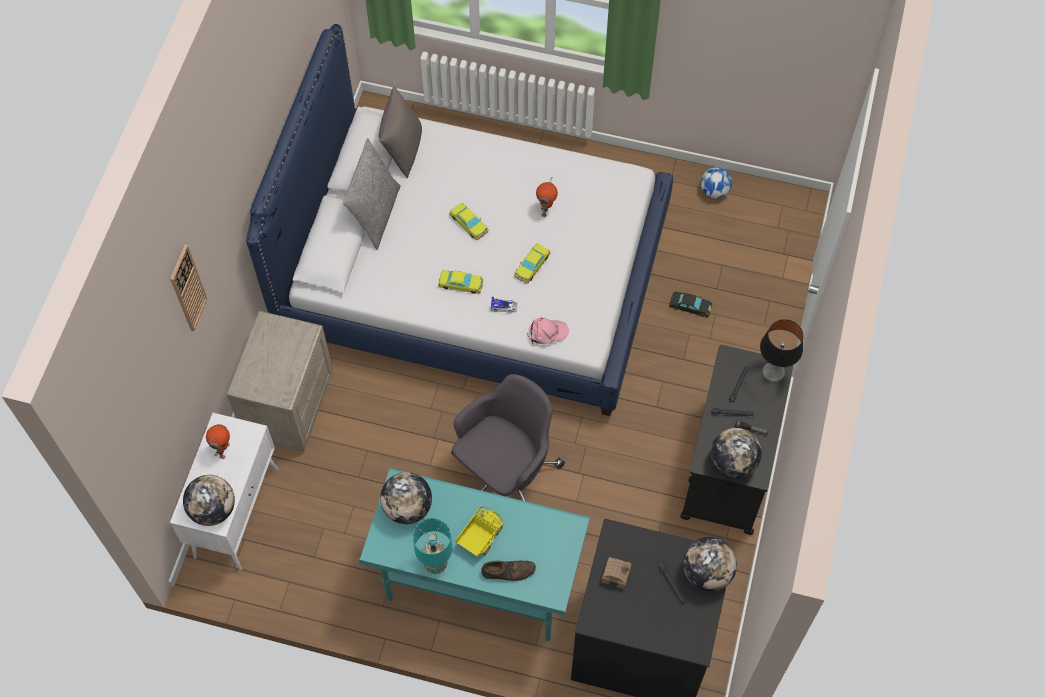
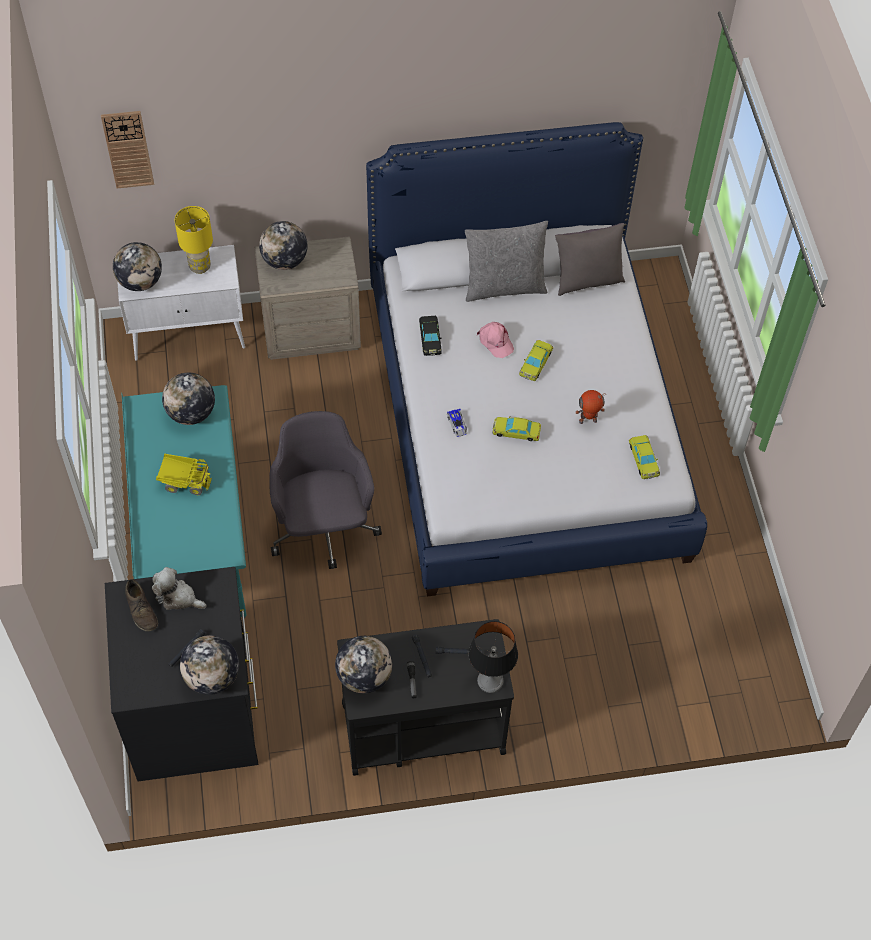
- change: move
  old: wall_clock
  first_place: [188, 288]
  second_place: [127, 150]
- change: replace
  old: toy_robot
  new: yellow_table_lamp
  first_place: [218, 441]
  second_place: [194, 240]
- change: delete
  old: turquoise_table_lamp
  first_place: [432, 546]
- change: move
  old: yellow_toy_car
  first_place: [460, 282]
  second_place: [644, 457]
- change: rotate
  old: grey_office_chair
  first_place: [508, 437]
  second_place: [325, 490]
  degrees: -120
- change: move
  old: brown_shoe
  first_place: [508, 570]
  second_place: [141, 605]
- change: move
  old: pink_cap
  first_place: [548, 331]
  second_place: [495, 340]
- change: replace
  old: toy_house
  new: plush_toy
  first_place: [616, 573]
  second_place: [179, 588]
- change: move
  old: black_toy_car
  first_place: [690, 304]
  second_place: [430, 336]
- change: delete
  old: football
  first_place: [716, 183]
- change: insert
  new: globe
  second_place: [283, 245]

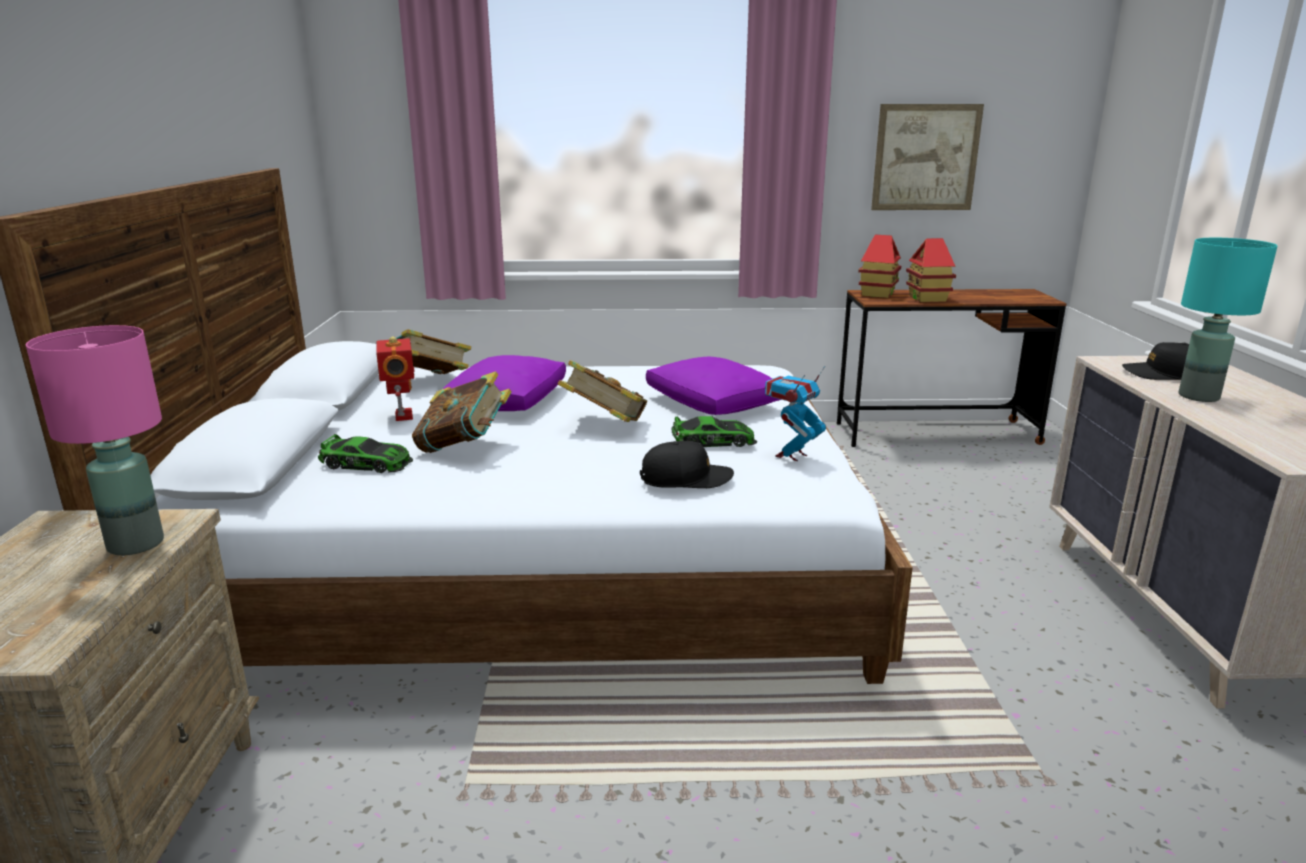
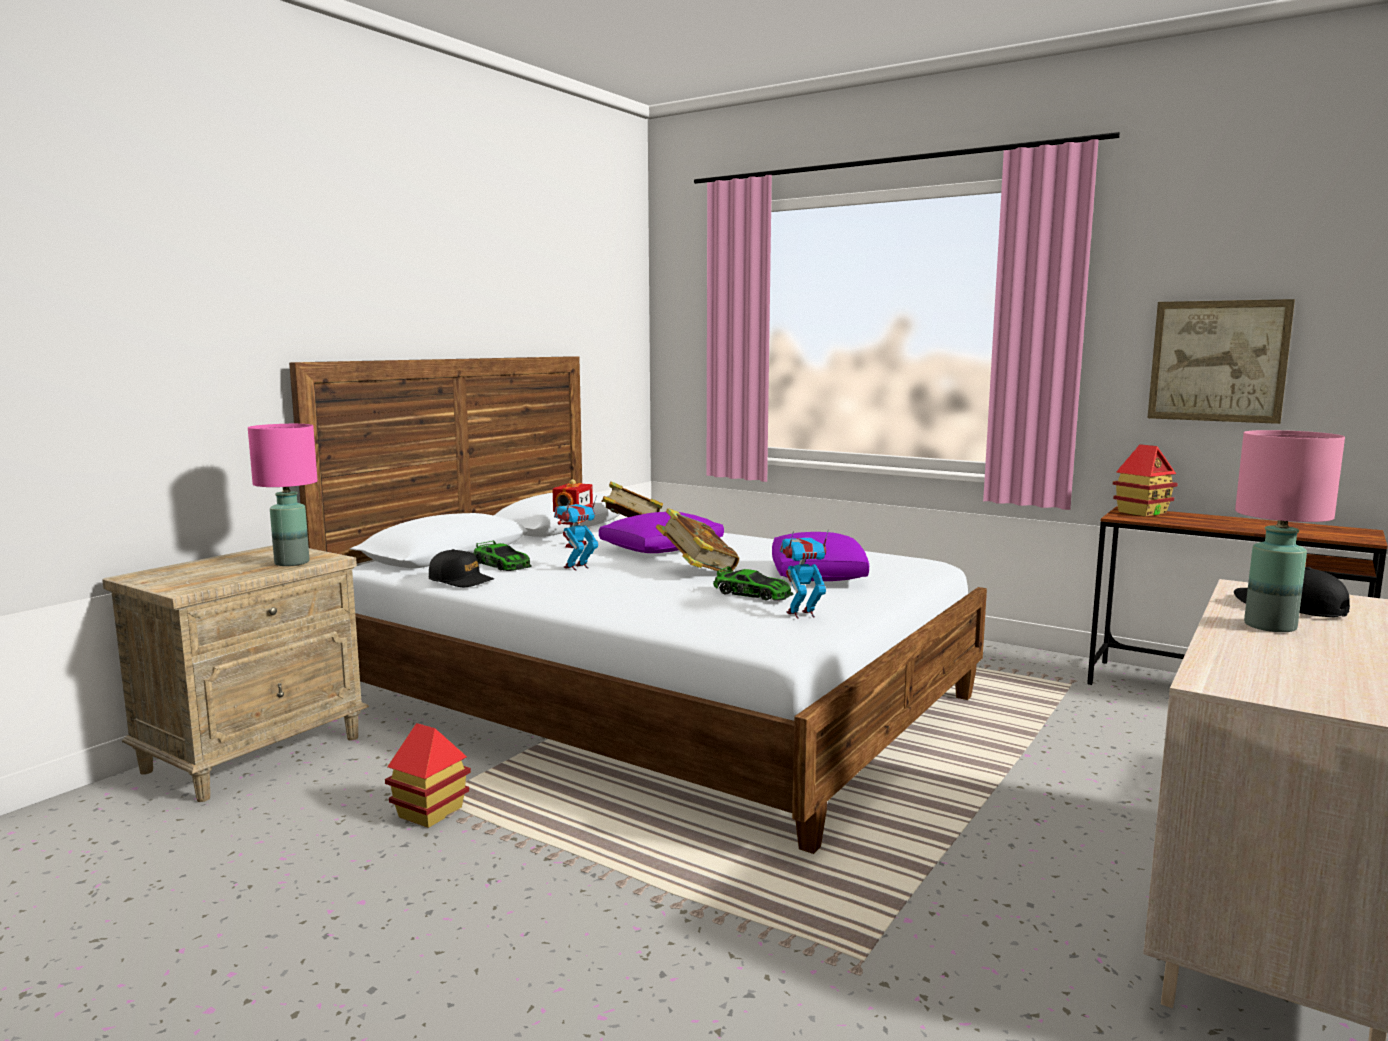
- change: replace
  old: book
  new: toy_robot
  first_place: [462, 412]
  second_place: [576, 533]
- change: move
  old: black_cap
  first_place: [687, 464]
  second_place: [461, 568]
- change: move
  old: toy_house
  first_place: [931, 270]
  second_place: [428, 775]
- change: recolor
  old: turquoise_table_lamp
  new: pink_table_lamp
  first_place: [1228, 320]
  second_place: [1290, 531]

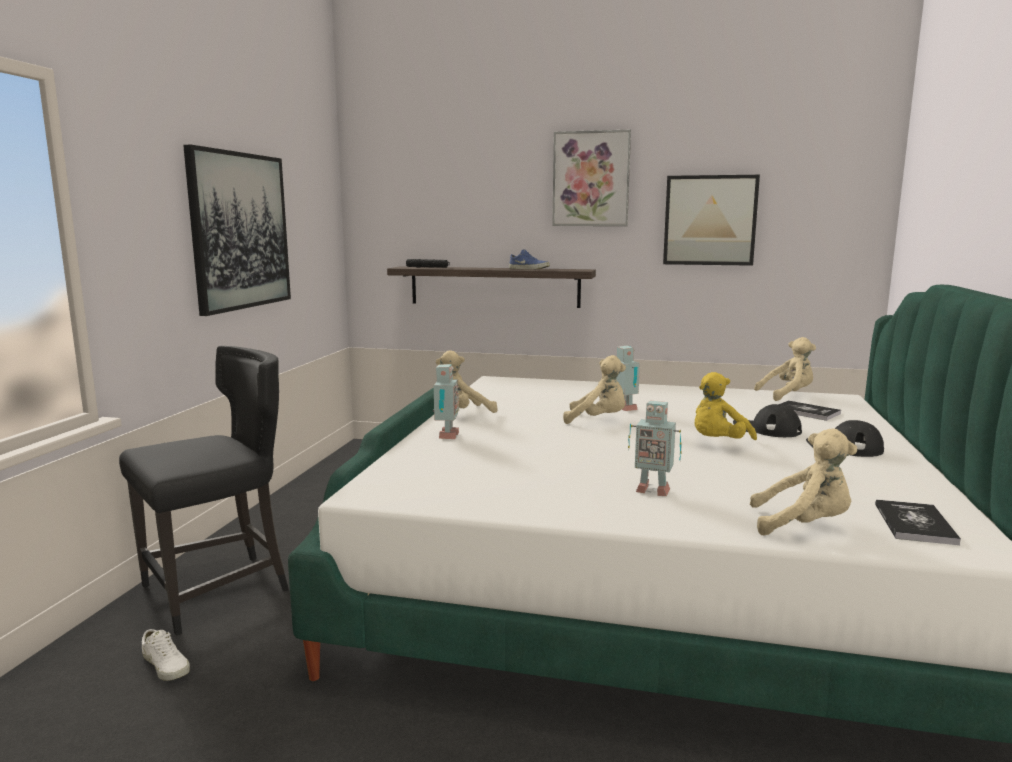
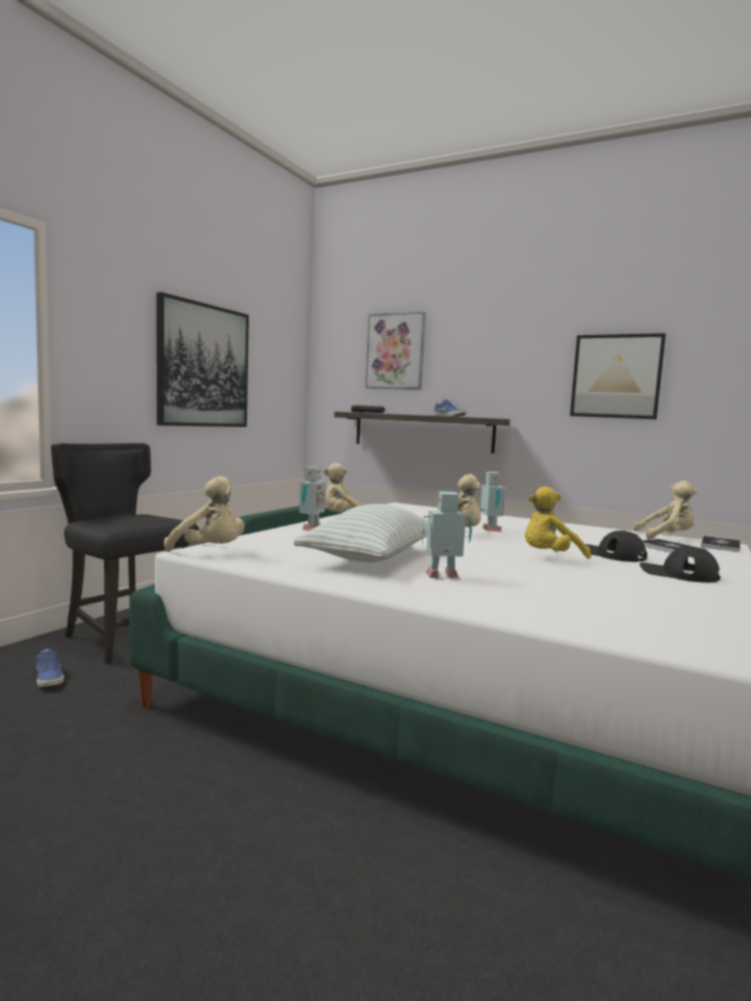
- change: rotate
  old: black_chair
  first_place: [204, 491]
  second_place: [125, 553]
  degrees: -120
- change: recolor
  old: white_shoe
  new: blue_shoe
  first_place: [166, 655]
  second_place: [50, 668]
- change: move
  old: picture
  first_place: [591, 177]
  second_place: [395, 351]
- change: rotate
  old: toy_robot
  first_place: [655, 448]
  second_place: [447, 534]
  degrees: 135
- change: move
  old: beige_plush_toy
  first_place: [803, 482]
  second_place: [204, 514]
- change: move
  old: book
  first_place: [918, 522]
  second_place: [720, 544]
- change: insert
  new: pillow
  second_place: [361, 533]

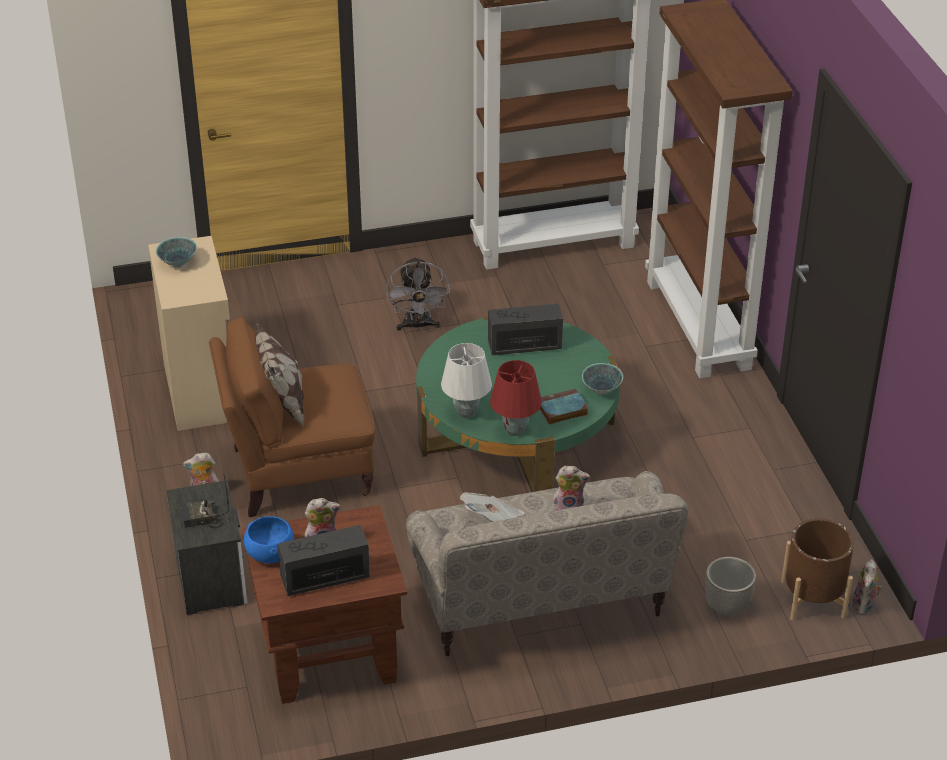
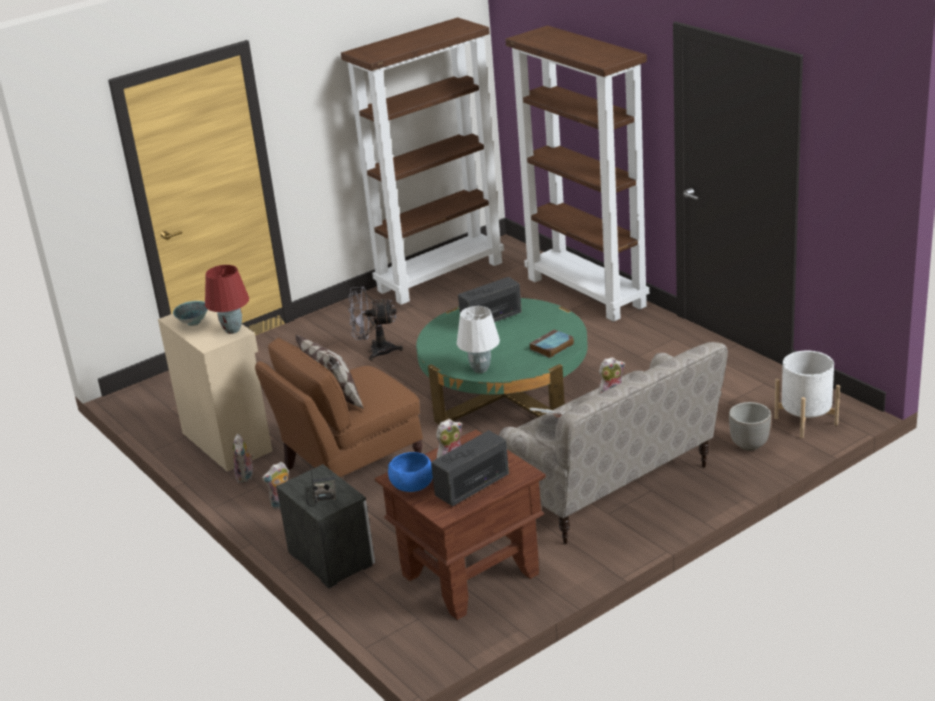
- change: rotate
  old: radio
  first_place: [205, 502]
  second_place: [321, 485]
  degrees: 120
- change: rotate
  old: grey_fan
  first_place: [418, 293]
  second_place: [375, 324]
  degrees: 120
- change: move
  old: red_table_lamp
  first_place: [516, 398]
  second_place: [227, 299]
- change: delete
  old: bowl
  first_place: [602, 379]
- change: recolor
  old: brown_planter
  new: white_planter
  first_place: [817, 569]
  second_place: [807, 394]
- change: move
  old: plush_toy
  first_place: [866, 587]
  second_place: [243, 458]

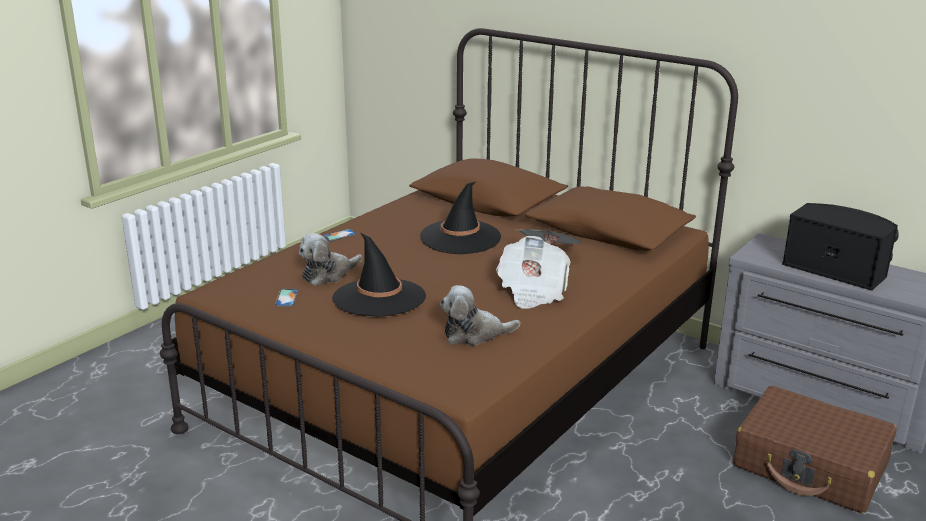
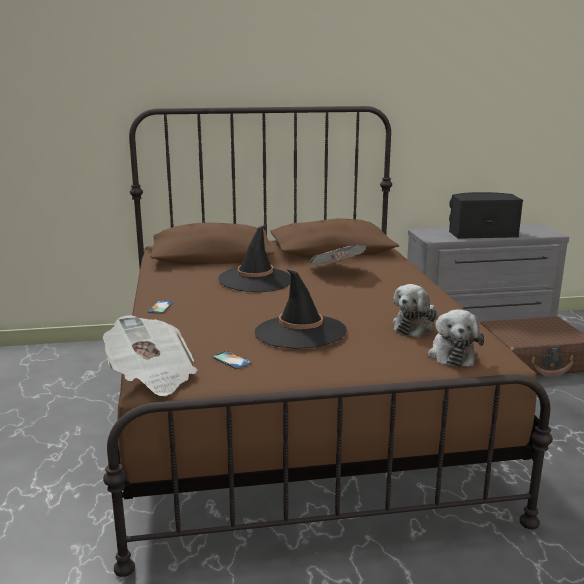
- change: move
  old: plush_toy
  first_place: [330, 259]
  second_place: [456, 338]
- change: move
  old: newspaper
  first_place: [533, 272]
  second_place: [150, 355]

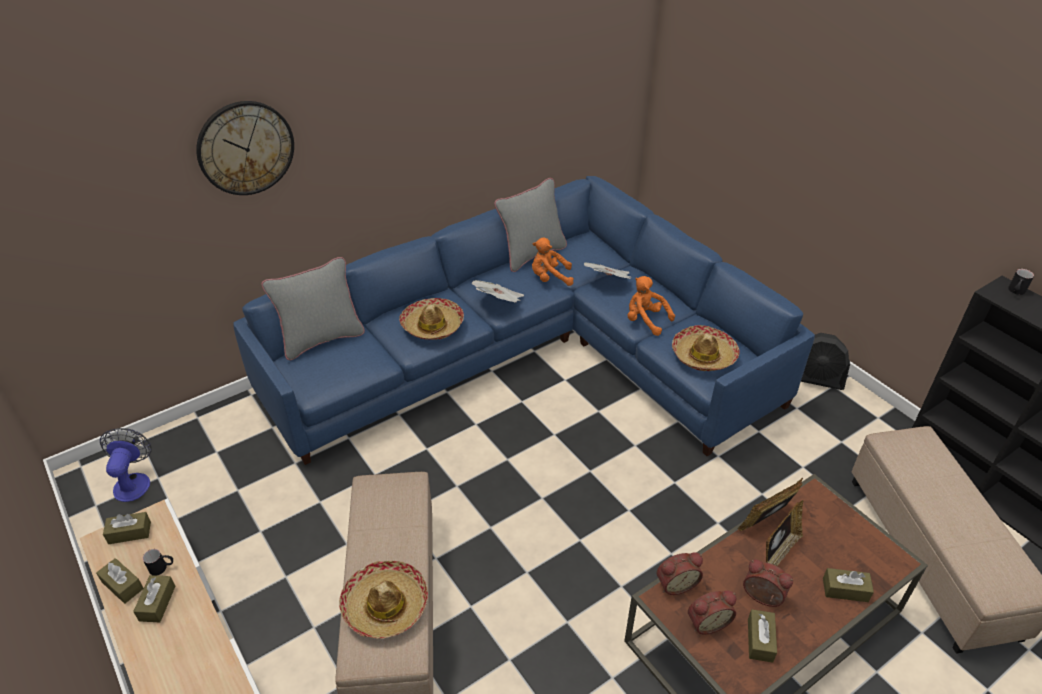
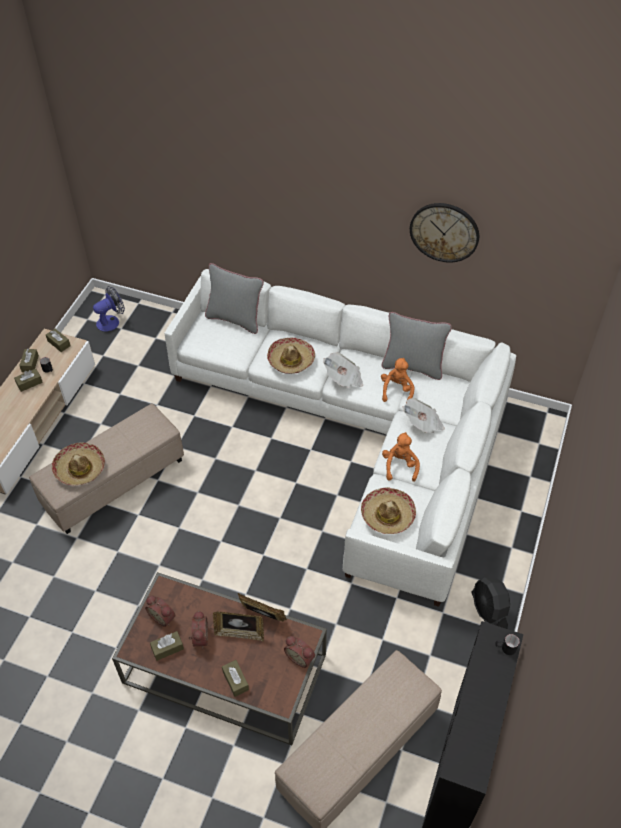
- change: move
  old: wall_clock
  first_place: [245, 148]
  second_place: [444, 232]
- change: recolor
  old: blue_sofa
  new: white_sofa
  first_place: [524, 320]
  second_place: [340, 438]
- change: rotate
  old: orange_plush_toy
  first_place: [553, 262]
  second_place: [397, 380]
  degrees: 45
- change: move
  old: alarm_clock
  first_place: [679, 573]
  second_place: [299, 652]

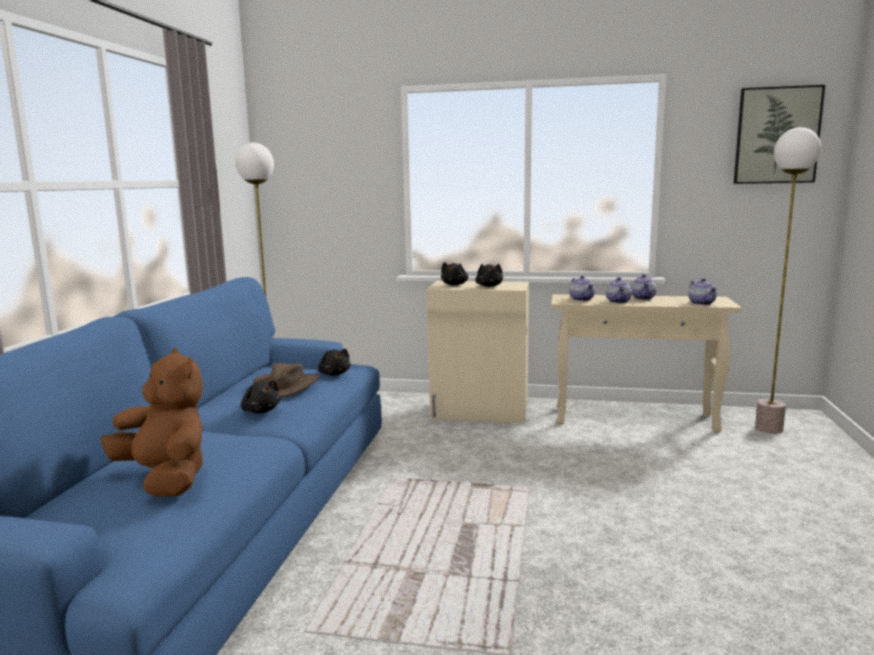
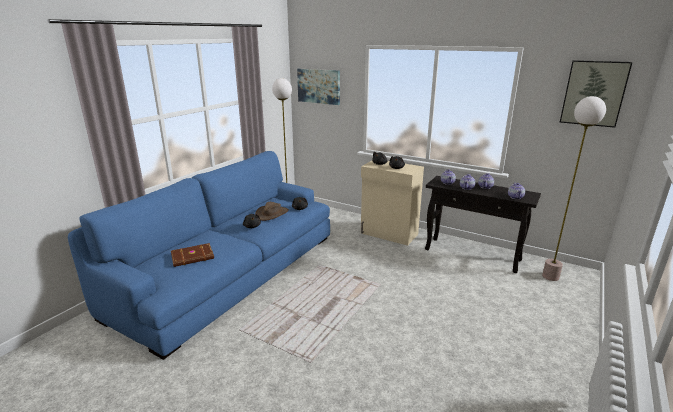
- change: replace
  old: brown_plush_toy
  new: brown_book
  first_place: [152, 422]
  second_place: [192, 255]
- change: recolor
  old: beige_console_table
  new: black_console_table
  first_place: [646, 363]
  second_place: [483, 224]
- change: insert
  new: picture
  second_place: [318, 87]

